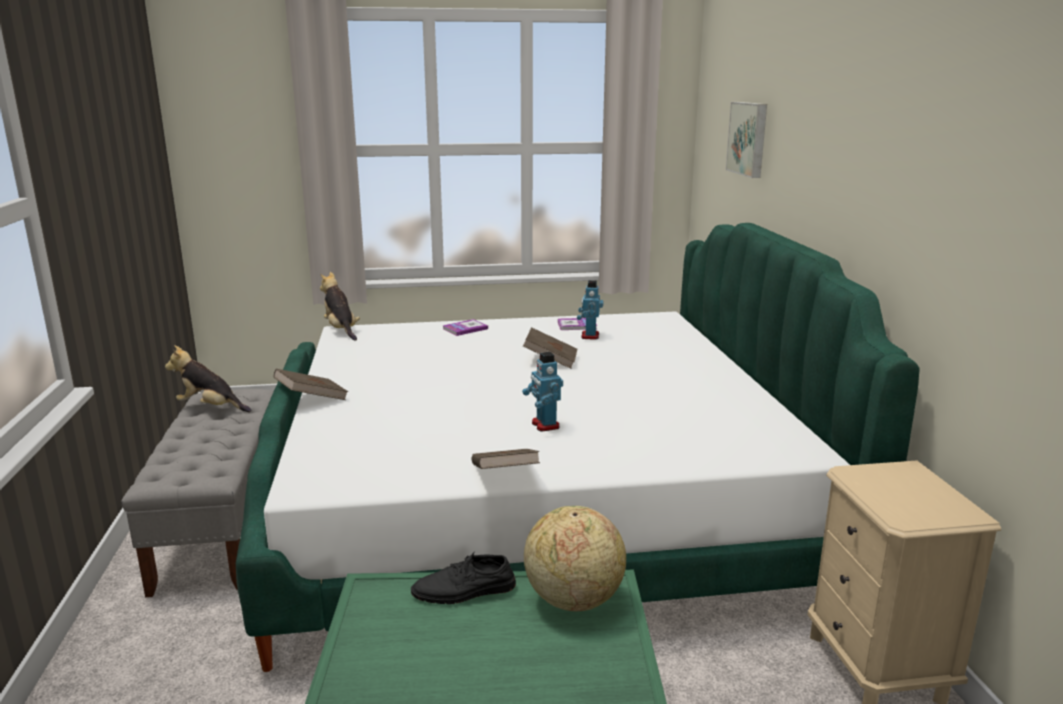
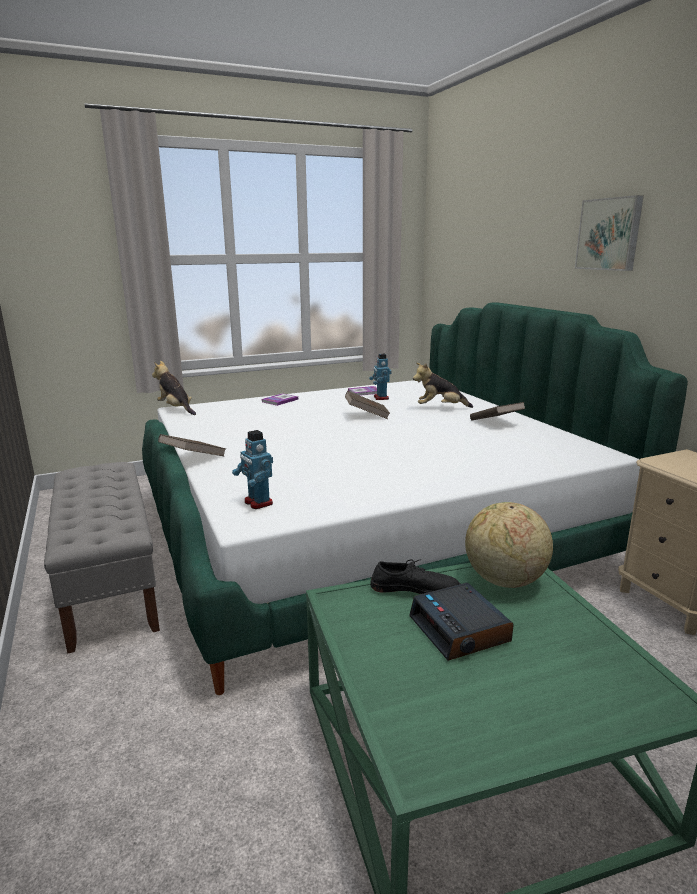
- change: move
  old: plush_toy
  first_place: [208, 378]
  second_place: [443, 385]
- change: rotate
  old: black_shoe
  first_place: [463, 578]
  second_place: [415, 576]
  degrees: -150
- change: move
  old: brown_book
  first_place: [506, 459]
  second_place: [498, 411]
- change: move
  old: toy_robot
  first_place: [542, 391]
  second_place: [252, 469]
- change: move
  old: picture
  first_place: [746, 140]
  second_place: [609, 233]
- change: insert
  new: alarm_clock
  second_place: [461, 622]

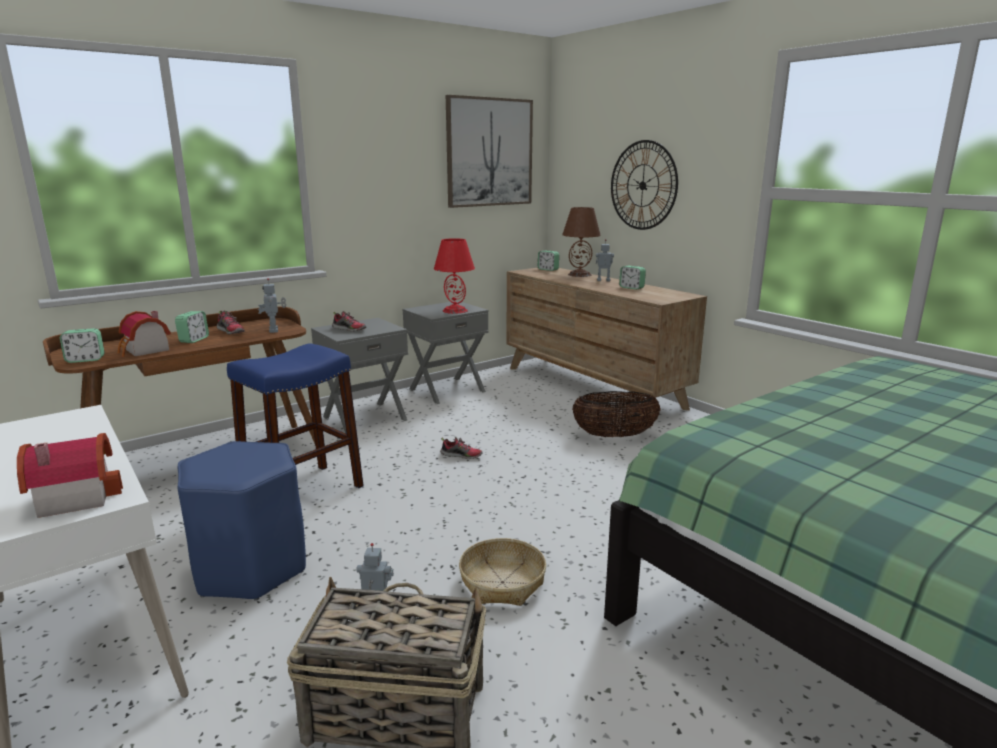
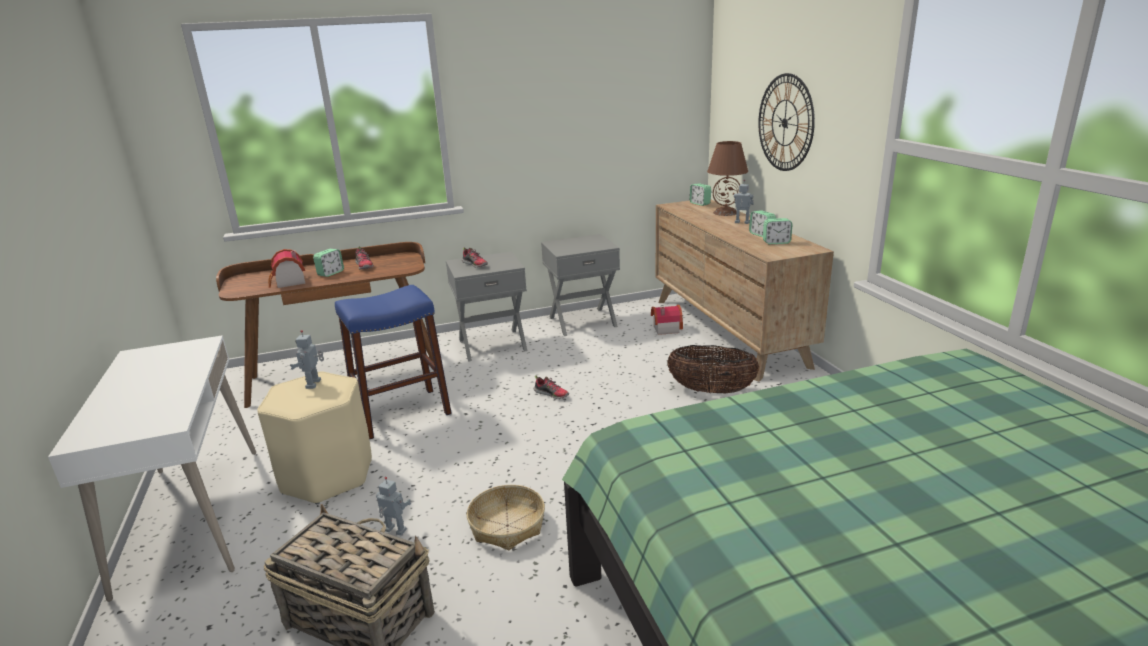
- change: move
  old: toy_house
  first_place: [70, 475]
  second_place: [667, 320]
- change: move
  old: alarm_clock
  first_place: [82, 345]
  second_place: [777, 231]
- change: recolor
  old: blue_stool
  new: beige_stool
  first_place: [241, 521]
  second_place: [314, 437]
- change: move
  old: toy_robot
  first_place: [272, 305]
  second_place: [307, 359]
- change: delete
  old: red_table_lamp
  first_place: [454, 276]
- change: delete
  old: picture
  first_place: [489, 151]

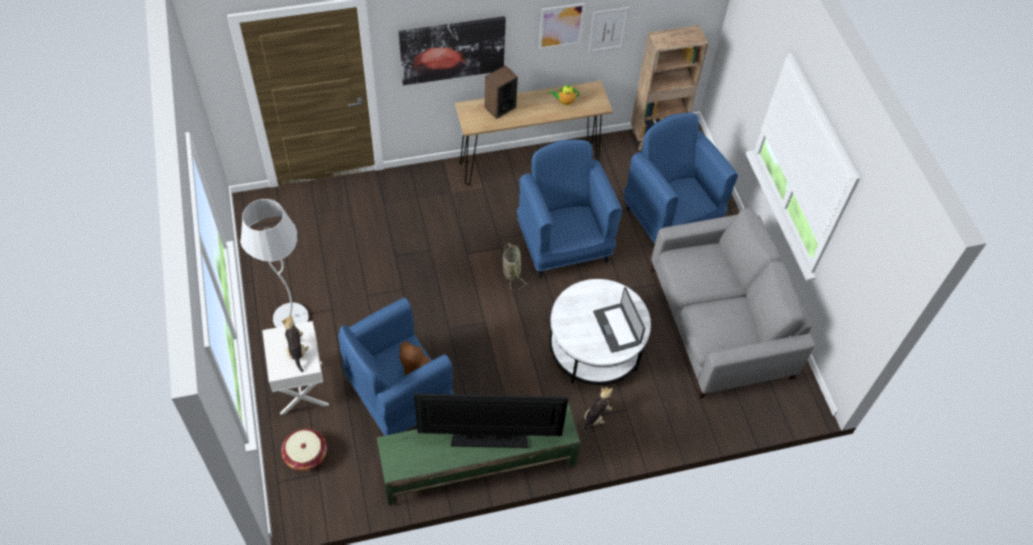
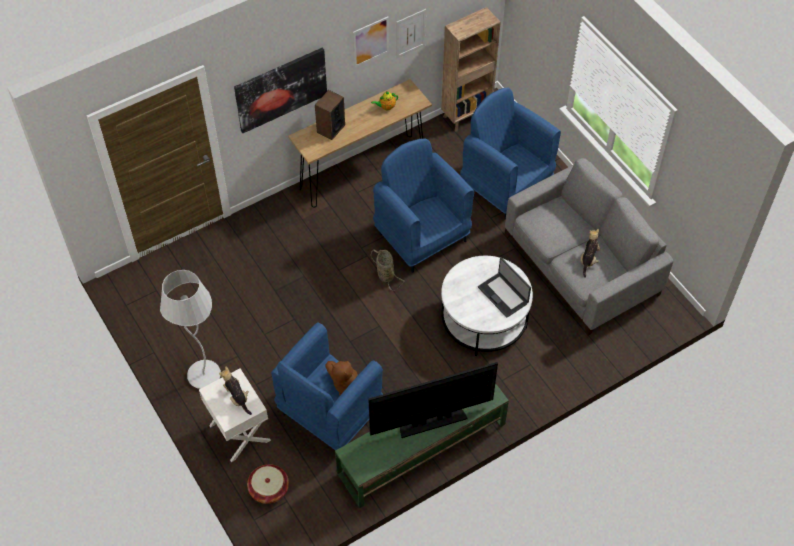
- change: move
  old: plush_toy
  first_place: [597, 411]
  second_place: [590, 253]

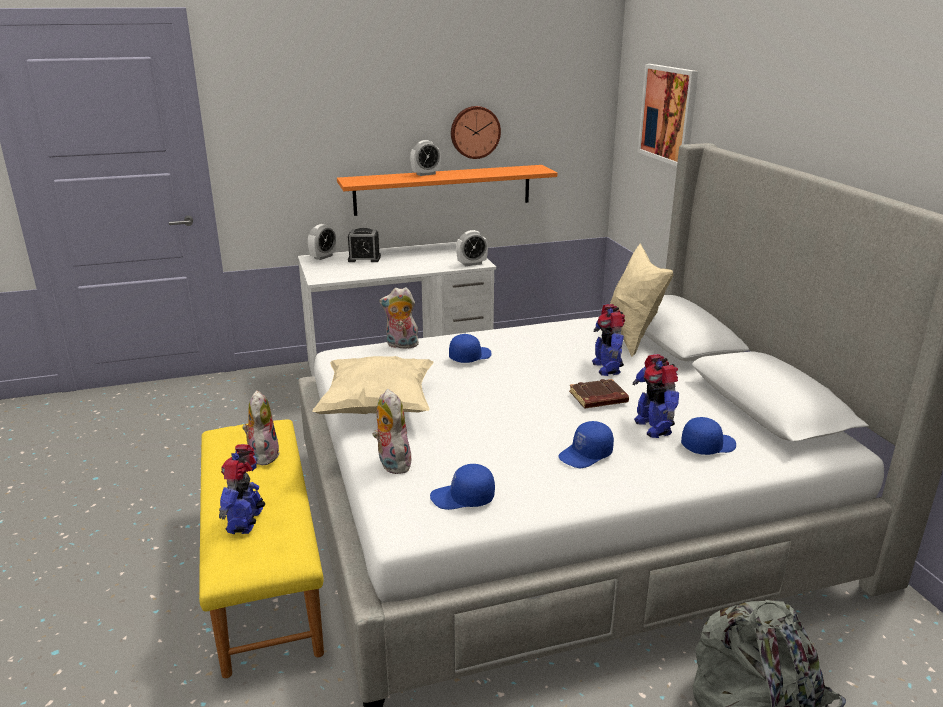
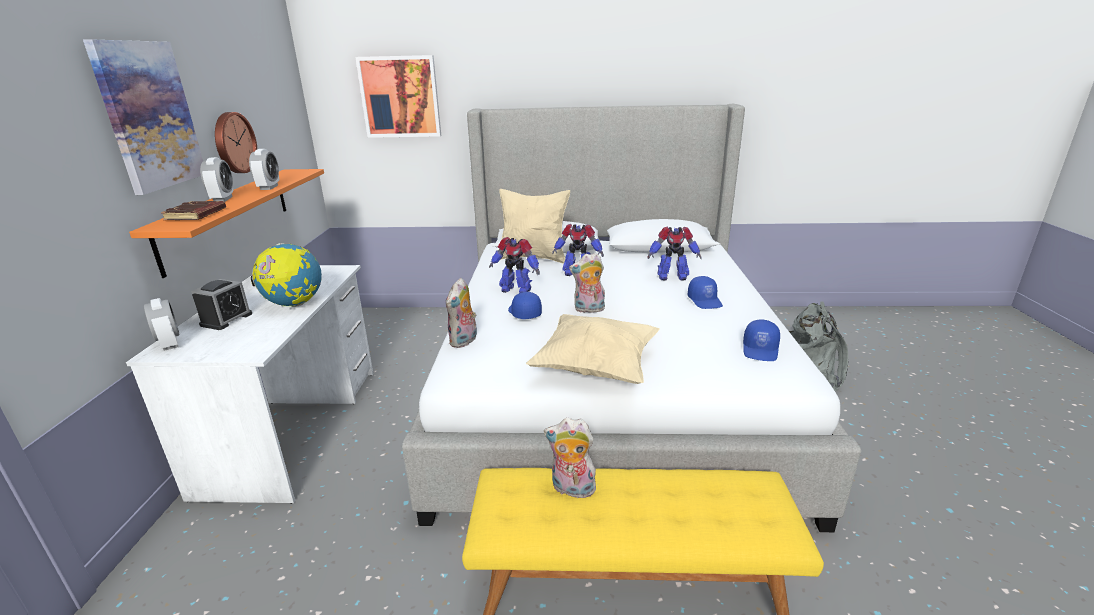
- change: move
  old: toy_robot
  first_place: [242, 489]
  second_place: [514, 265]
- change: move
  old: plush_toy
  first_place: [391, 431]
  second_place: [587, 283]
- change: move
  old: alarm_clock
  first_place: [472, 248]
  second_place: [264, 169]
- change: move
  old: brown_book
  first_place: [599, 393]
  second_place: [193, 210]
- change: delete
  old: blue_cap
  first_place: [708, 436]
- change: insert
  new: picture
  second_place: [143, 117]
- change: insert
  new: globe
  second_place: [286, 275]

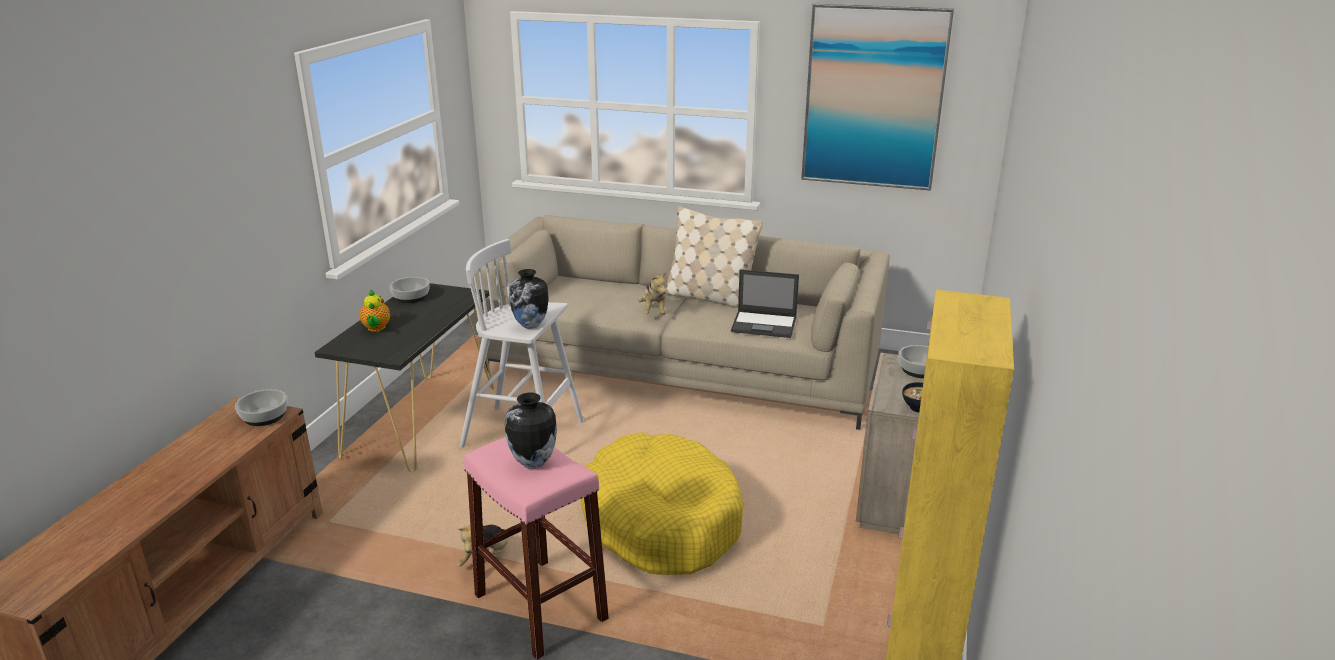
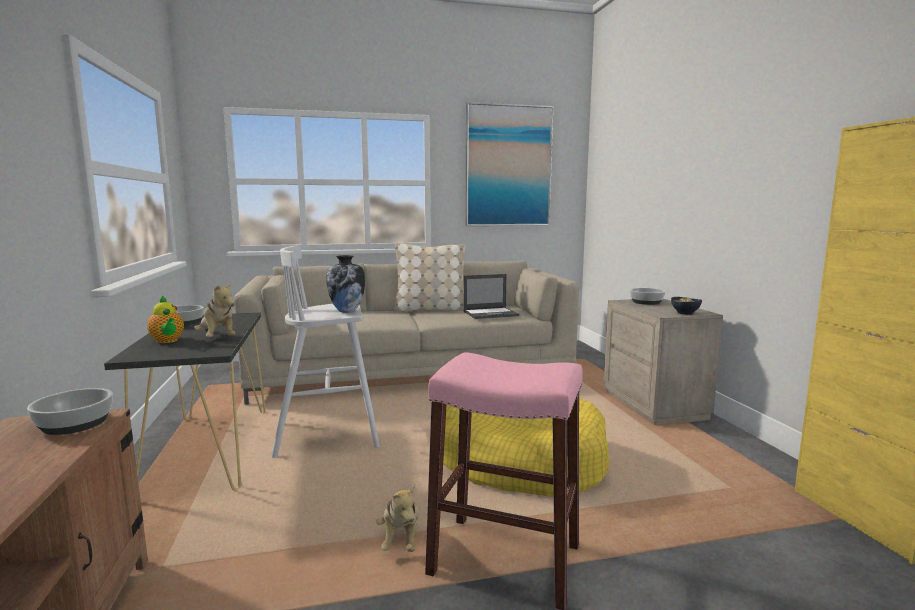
- change: delete
  old: vase
  first_place: [531, 430]
- change: move
  old: plush_toy
  first_place: [652, 293]
  second_place: [215, 309]

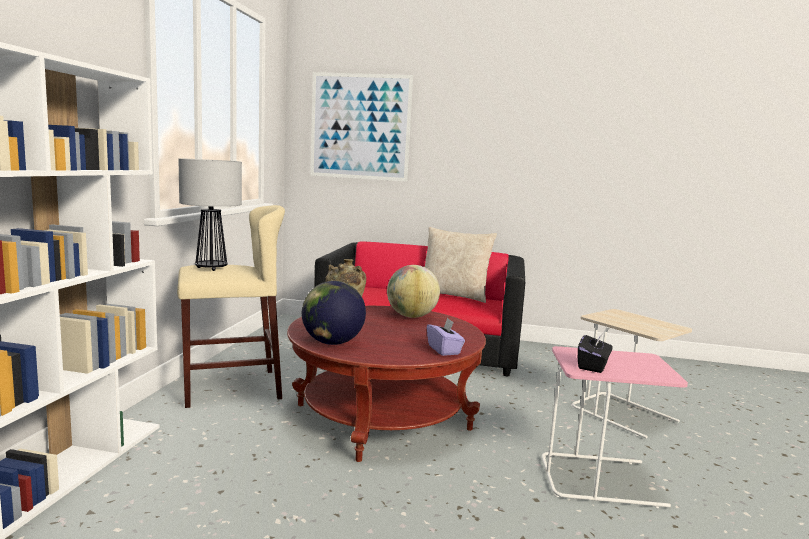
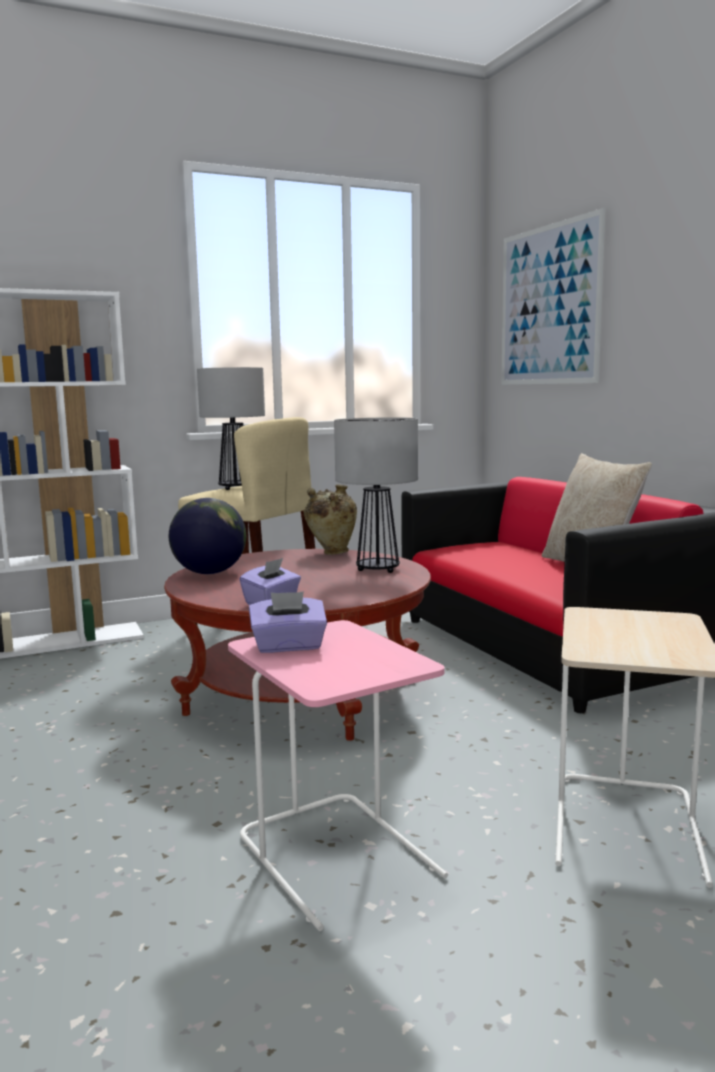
- change: replace
  old: globe
  new: table_lamp
  first_place: [413, 291]
  second_place: [376, 495]
- change: recolor
  old: black_tissue_box
  new: purple_tissue_box
  first_place: [595, 352]
  second_place: [288, 622]

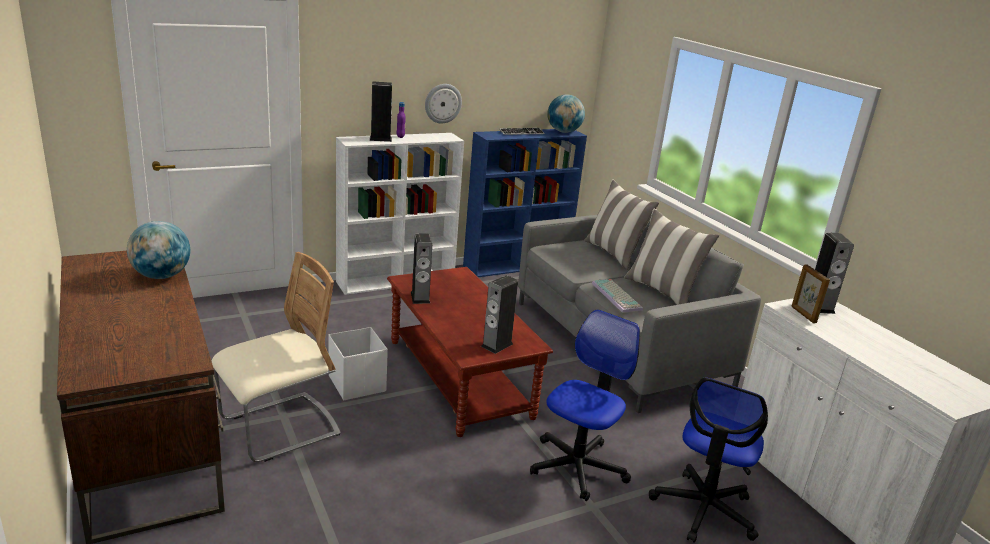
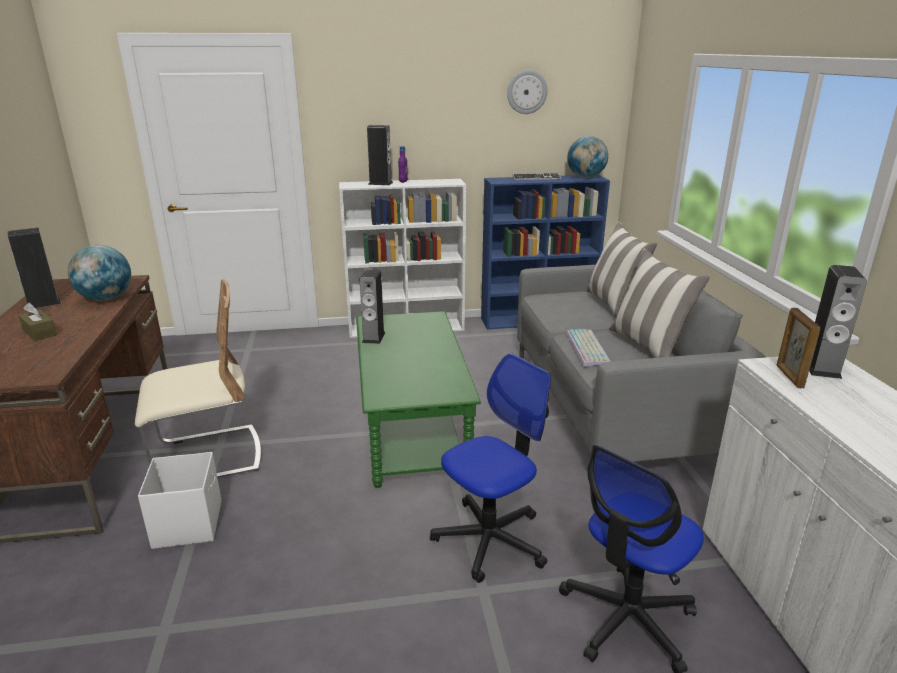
- change: move
  old: white_storage_box
  first_place: [358, 363]
  second_place: [180, 500]
- change: recolor
  old: brown_coffee_table
  new: green_coffee_table
  first_place: [470, 352]
  second_place: [418, 399]
- change: move
  old: wall_clock
  first_place: [443, 103]
  second_place: [527, 92]
- change: move
  old: speaker
  first_place: [499, 314]
  second_place: [34, 267]
- change: insert
  new: brown_tissue_box
  second_place: [37, 322]

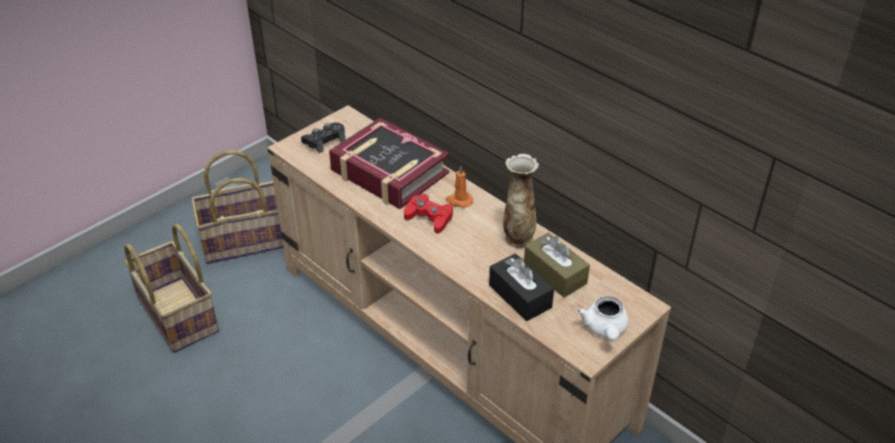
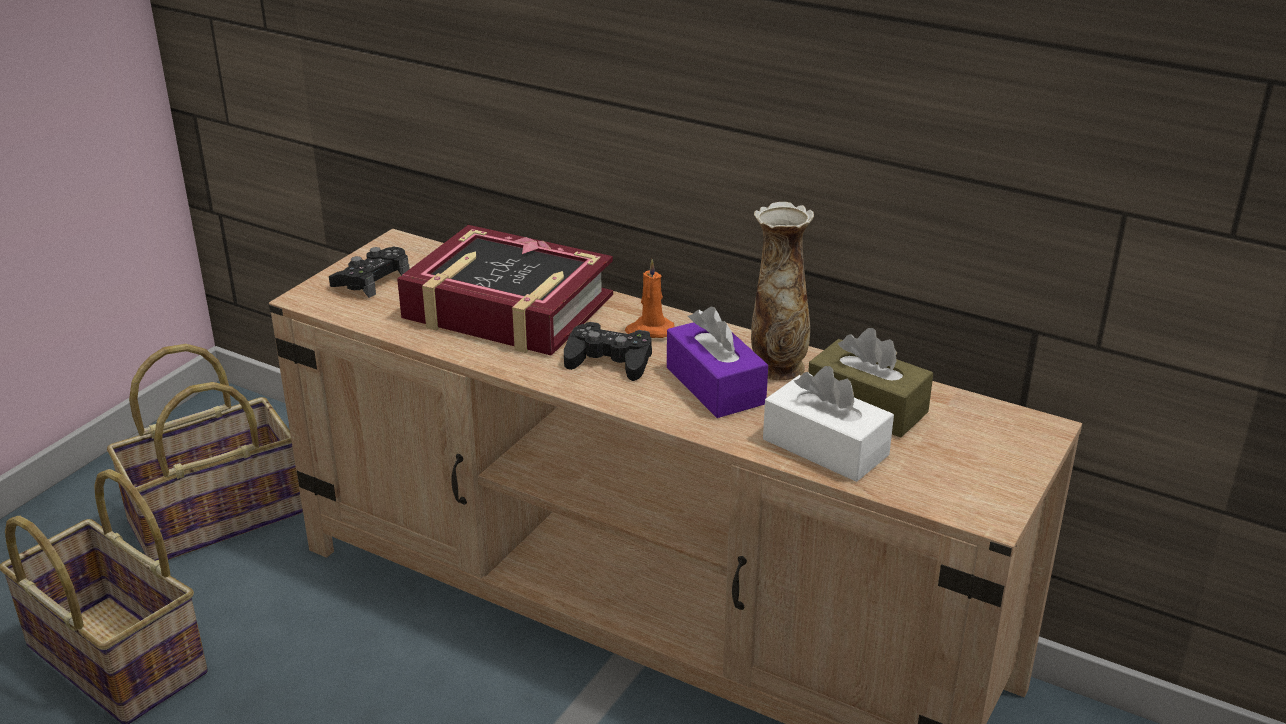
- change: recolor
  old: red_game_controller
  new: black_game_controller
  first_place: [428, 214]
  second_place: [608, 351]
- change: recolor
  old: black_tissue_box
  new: white_tissue_box
  first_place: [521, 287]
  second_place: [828, 424]
- change: delete
  old: white_teapot
  first_place: [603, 318]
- change: insert
  new: purple_tissue_box
  second_place: [717, 362]

